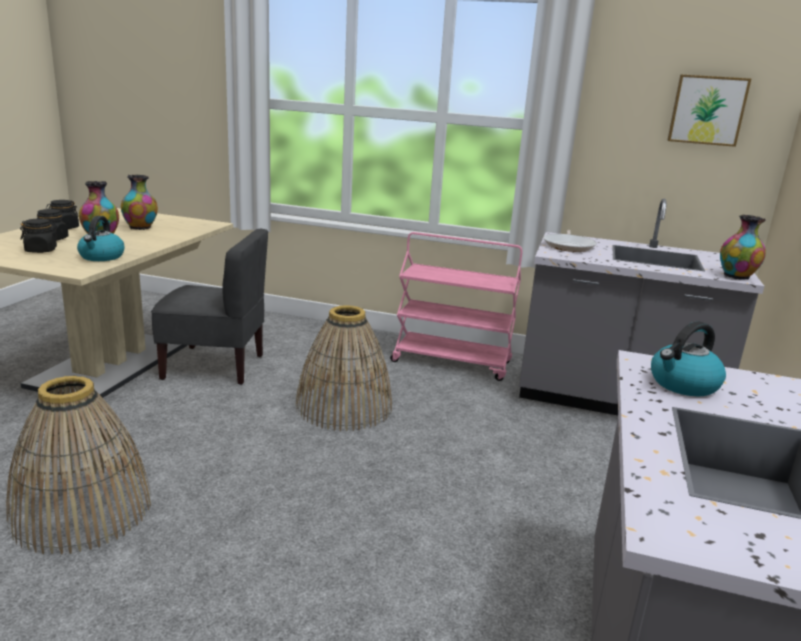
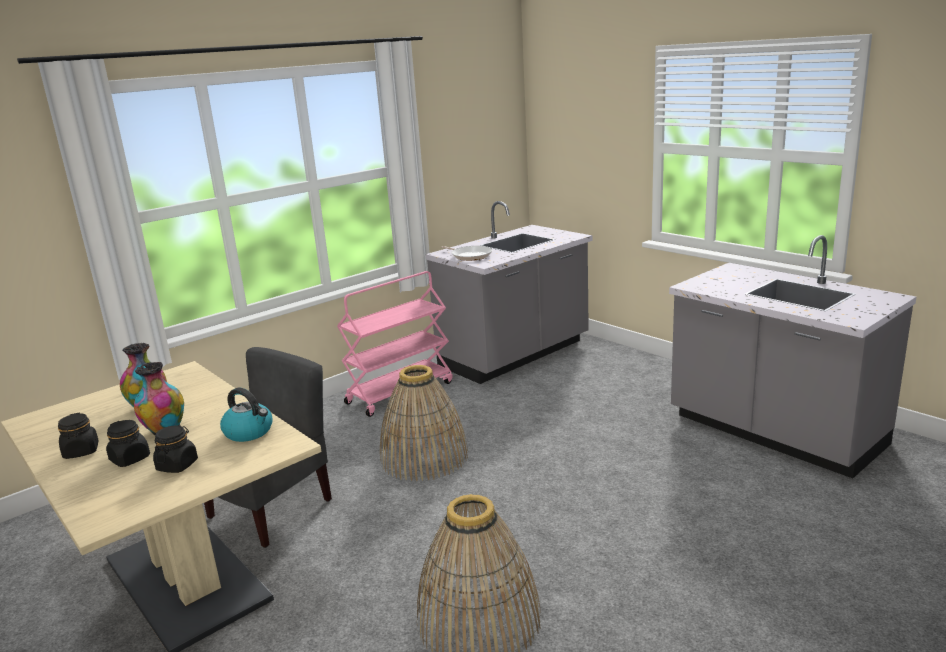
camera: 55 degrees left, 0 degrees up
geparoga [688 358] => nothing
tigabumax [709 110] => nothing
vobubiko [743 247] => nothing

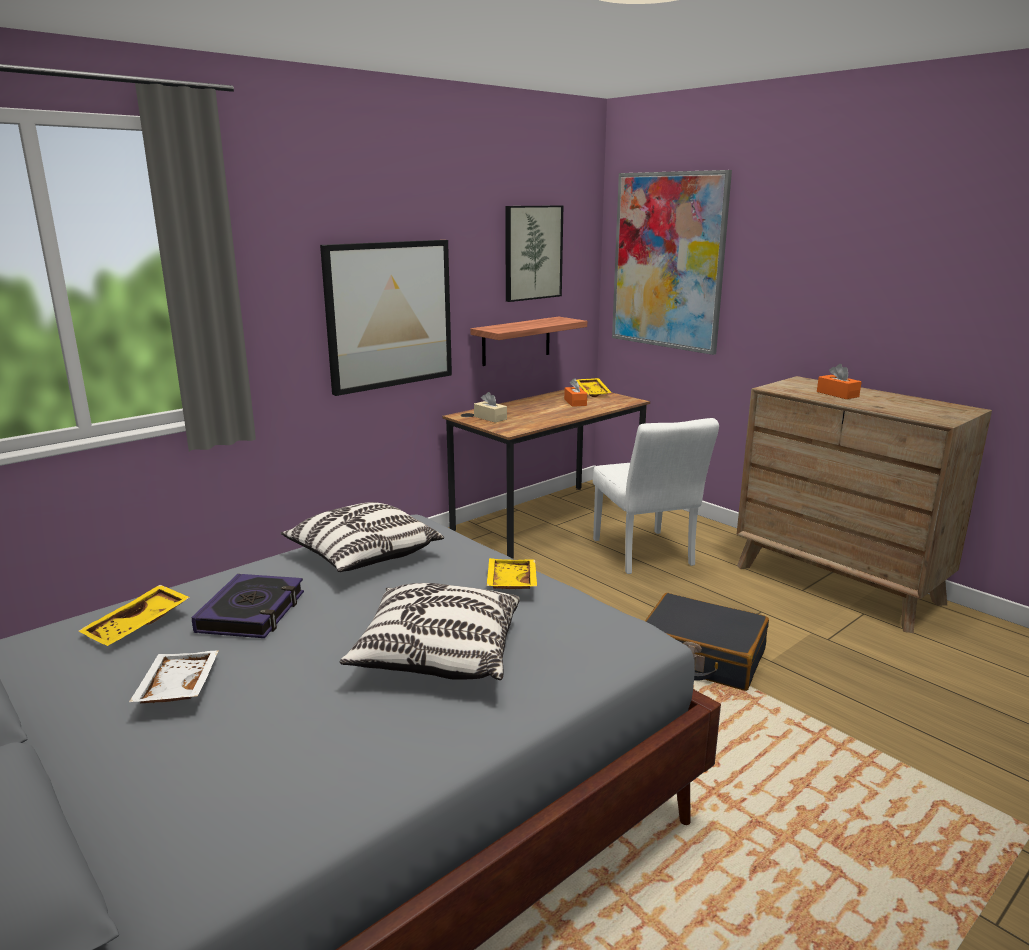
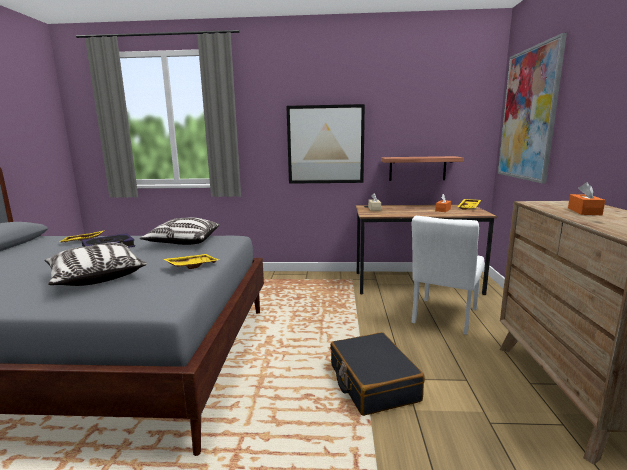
camera: 45 degrees right, 5 degrees down
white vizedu [174 676] => nothing
tigabumax [534 253] => nothing

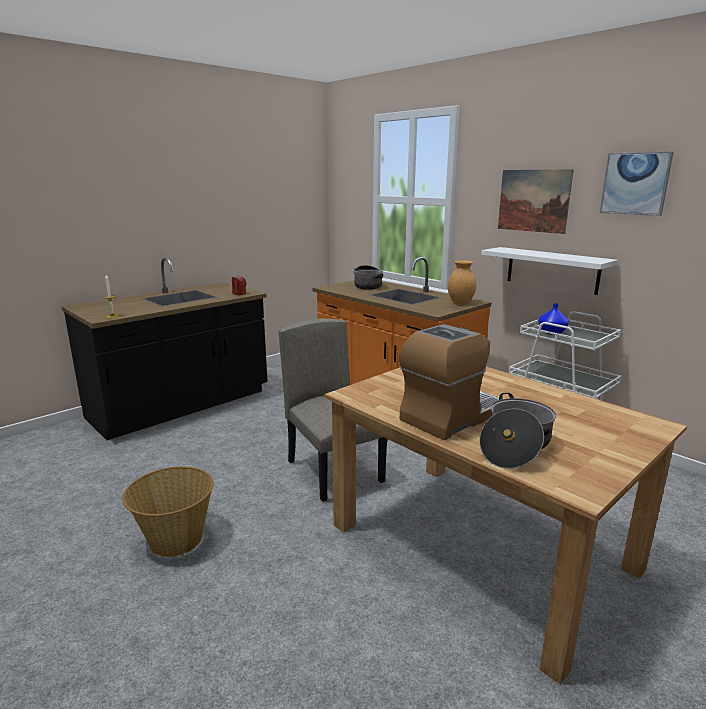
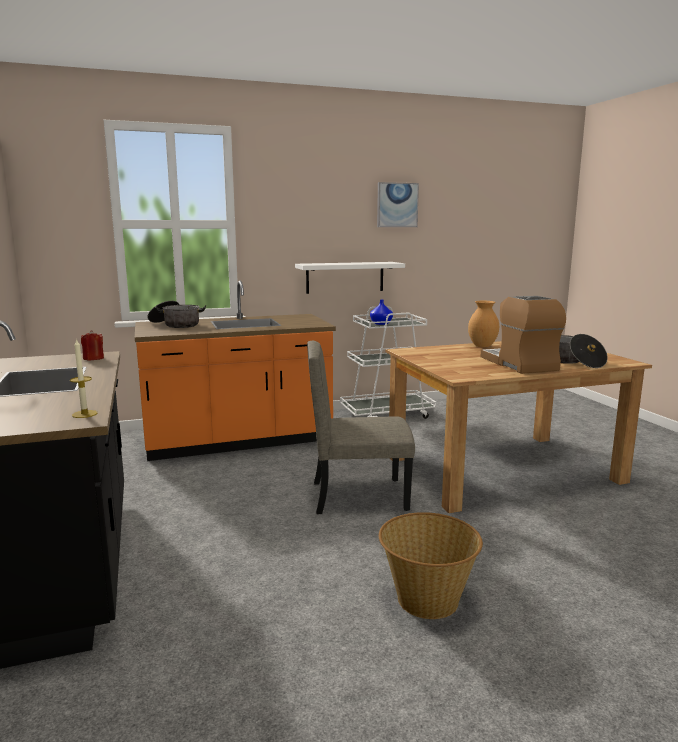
camera: 65 degrees left, 5 degrees down
brown vobubiko [462 282] => brown vobubiko [483 324], relocated
tigabumax [536 201] => nothing

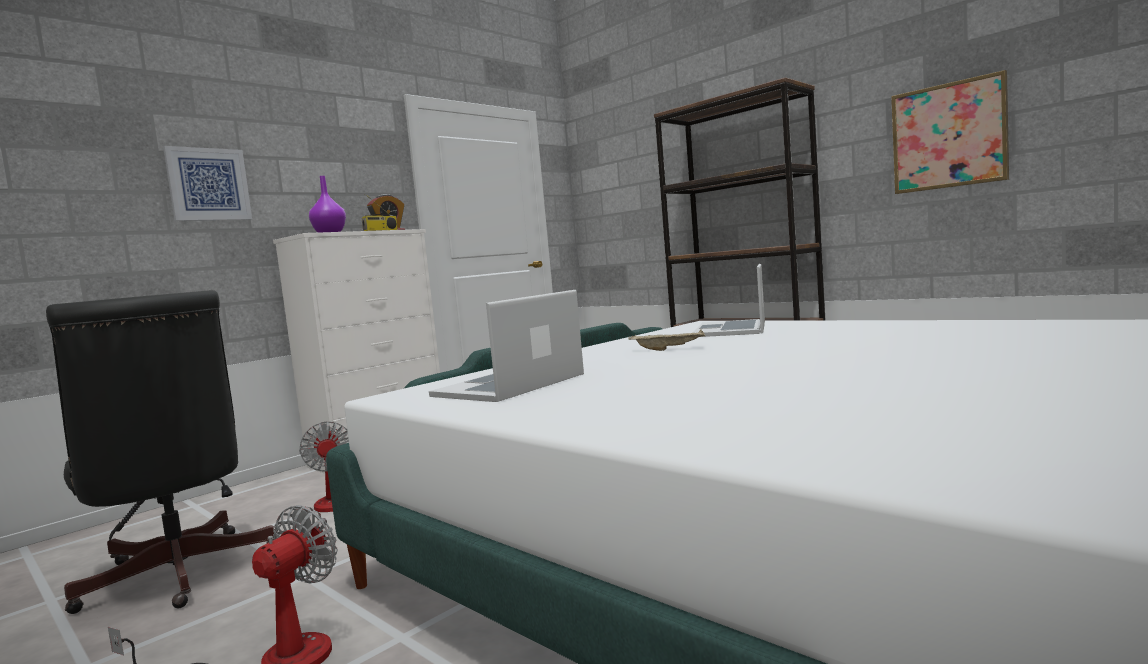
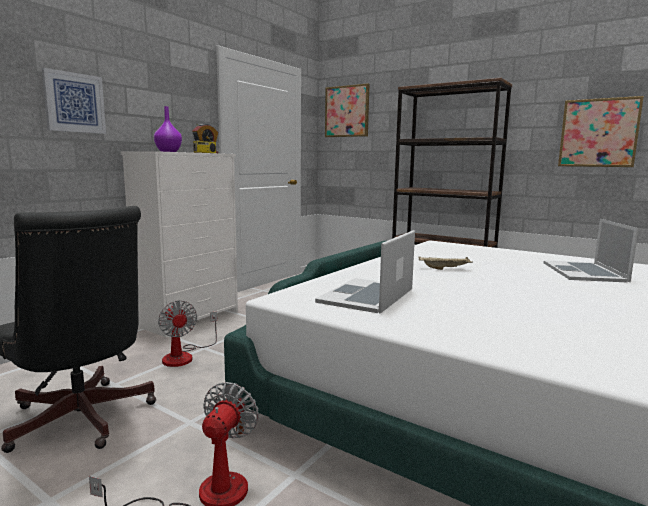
camera: 10 degrees left, 5 degrees up
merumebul [729 300] => merumebul [591 250], relocated
nothing => tigabumax [347 110]

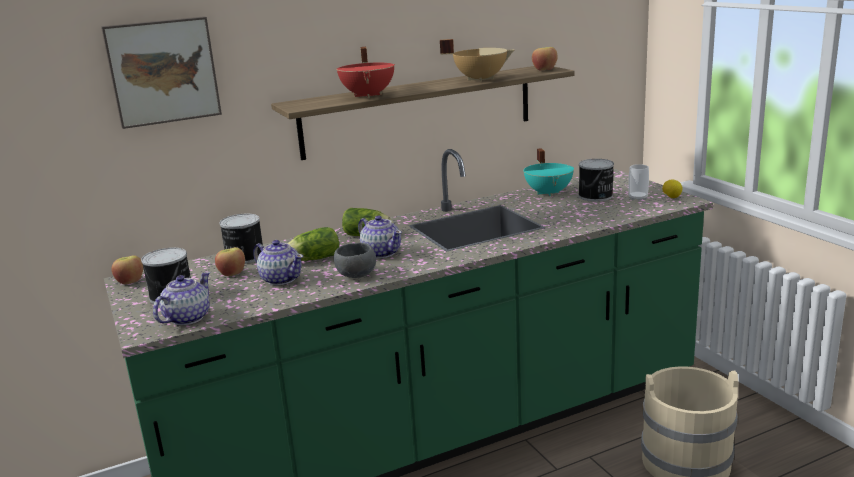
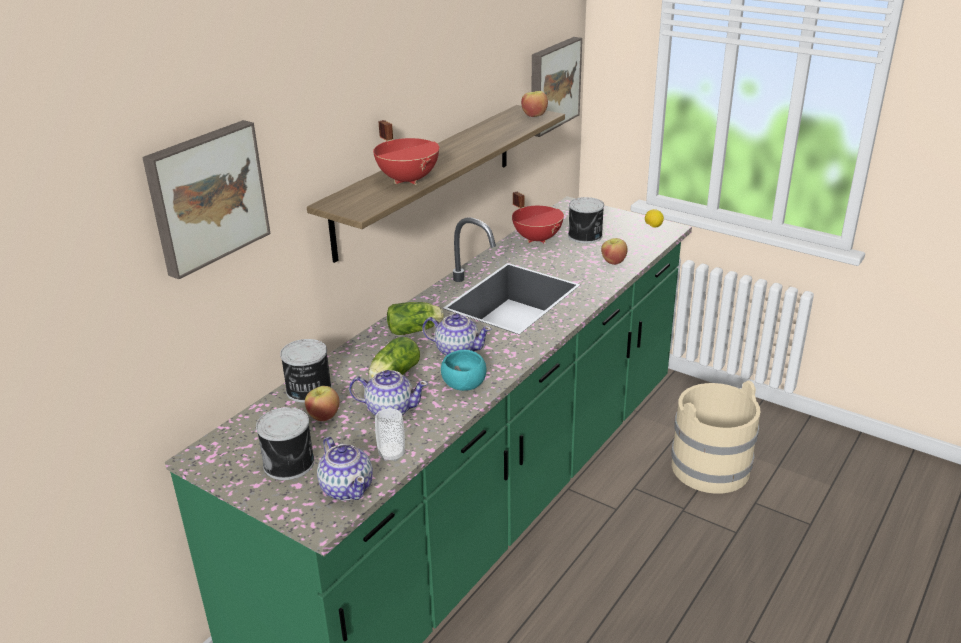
camera: 30 degrees left, 10 degrees up
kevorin [127 269] => kevorin [614 251], relocated
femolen [181 298] => femolen [345 469], 150 degrees clockwise
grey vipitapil [355 260] => turquoise vipitapil [464 370]
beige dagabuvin [477 60] => nothing
turquoise dagabuvin [549 172] => red dagabuvin [538 218]
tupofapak [639 182] => tupofapak [390 434], relocated
nothing => tigabumax [556 87]

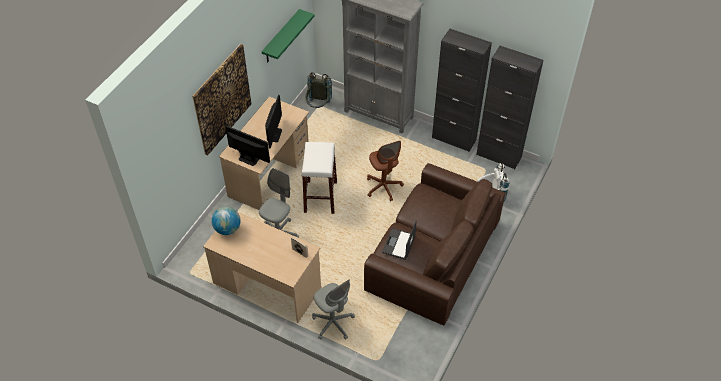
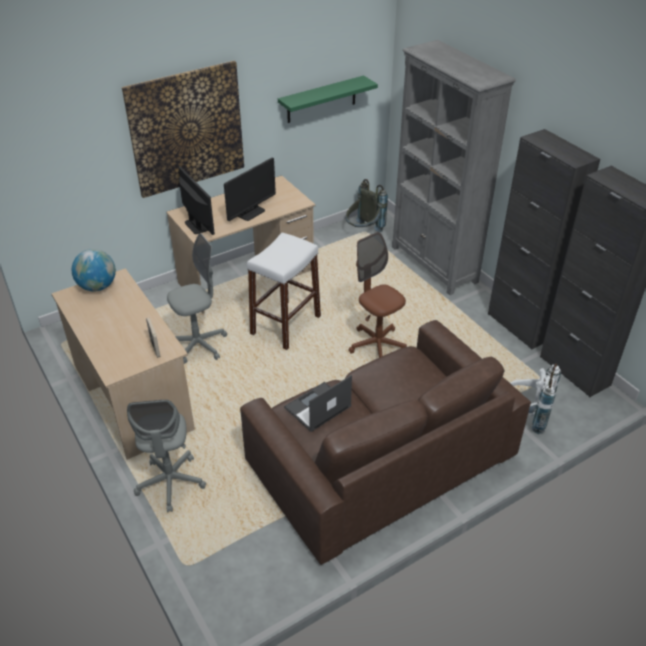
camera: 30 degrees right, 10 degrees down
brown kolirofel [385 171] => brown kolirofel [378 295], 135 degrees clockwise

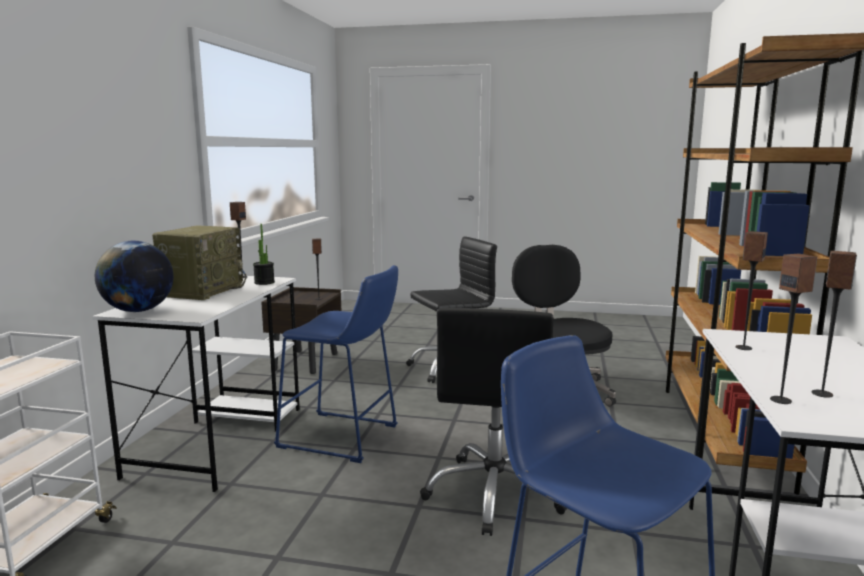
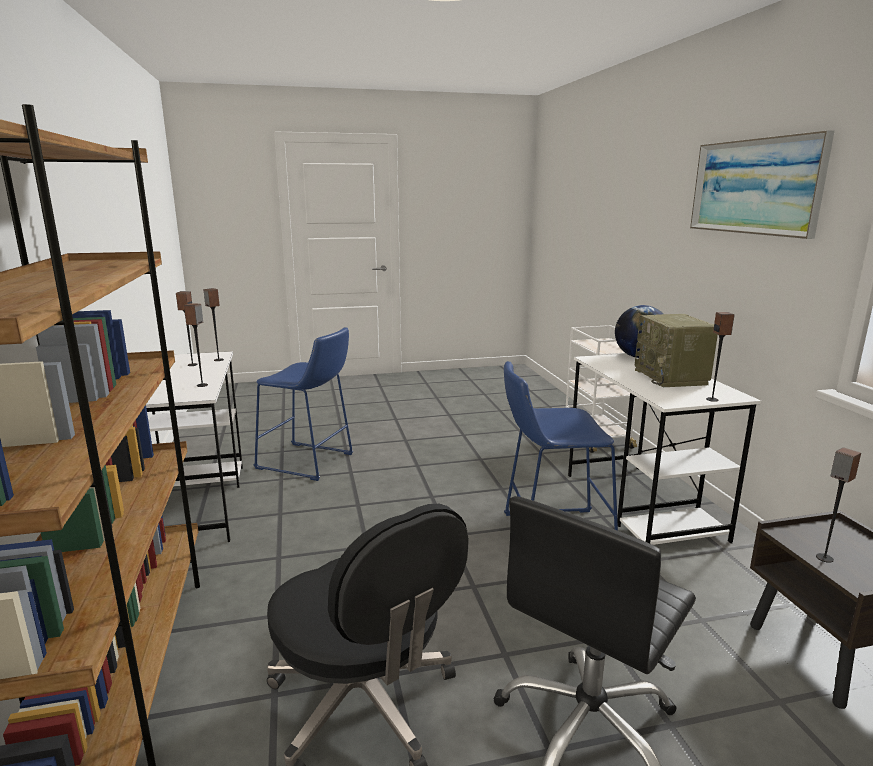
camera: 155 degrees right, 5 degrees up
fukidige [264 254] => nothing
black kolirofel [493 422] => nothing
nothing => tigabumax [762 184]

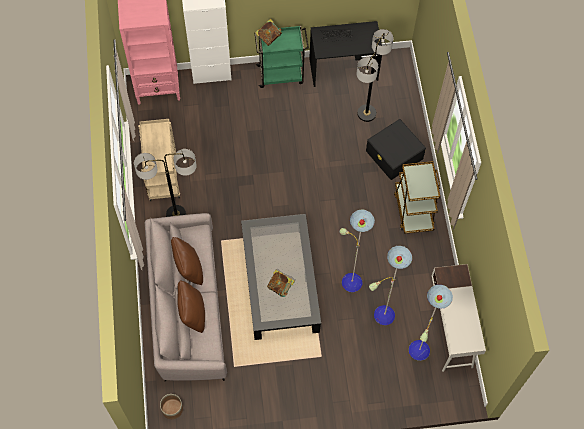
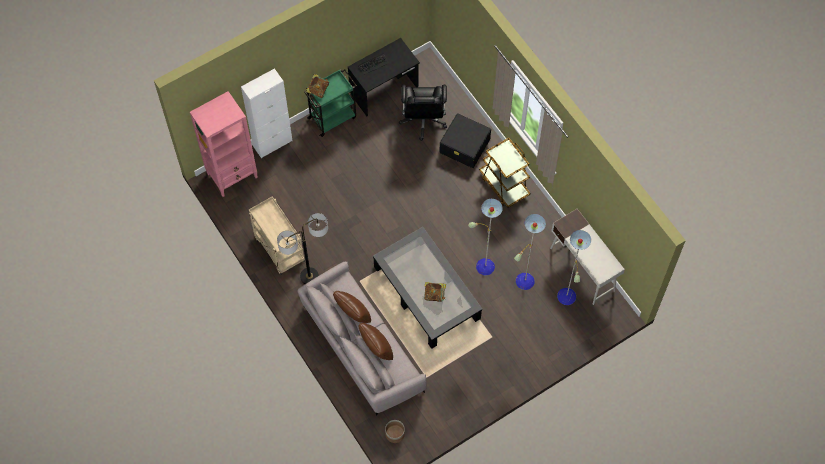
camera: 25 degrees left, 0 degrees up
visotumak [375 75] => black kolirofel [423 113]

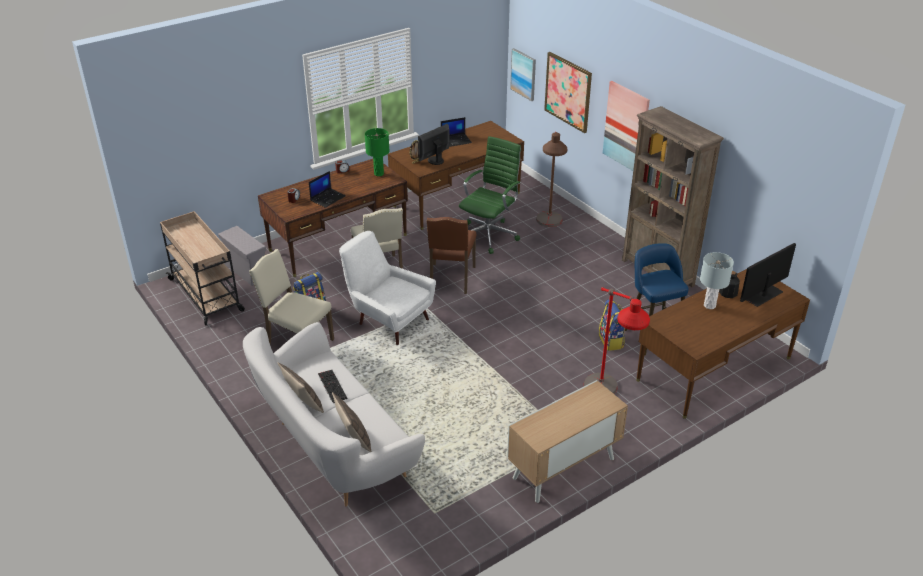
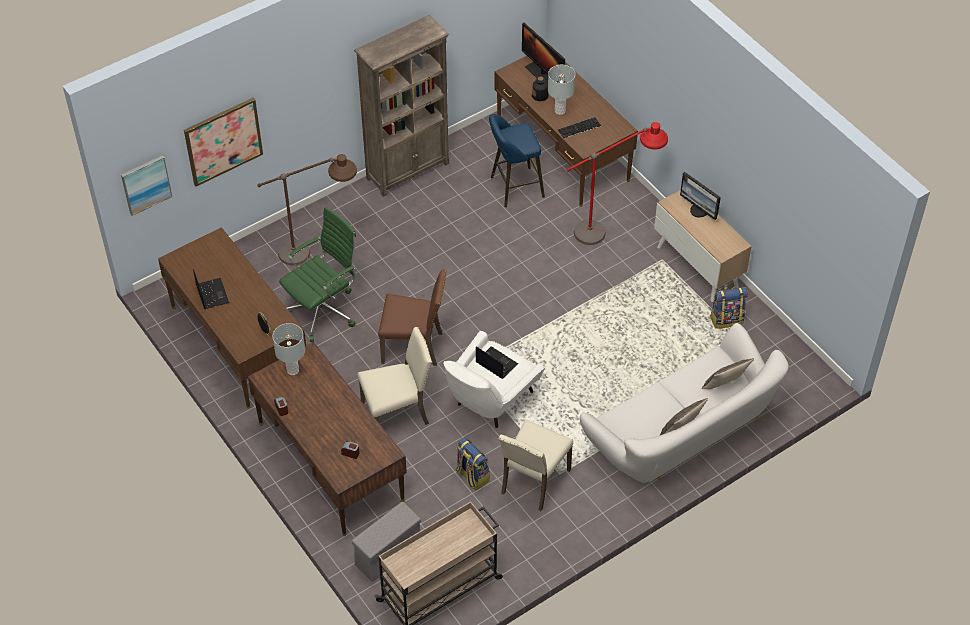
camera: 90 degrees left, 15 degrees up
merumebul [327 189] => merumebul [497 362], relocated
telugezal [333 386] => telugezal [579 128], relocated
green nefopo [377 152] => grey nefopo [289 349]
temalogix [434 144] => temalogix [700 196], relocated
green kolirofel [490 195] => green kolirofel [317 274], 105 degrees clockwise
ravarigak [612 325] => ravarigak [729 307], relocated
tigabumax [626 126] => nothing

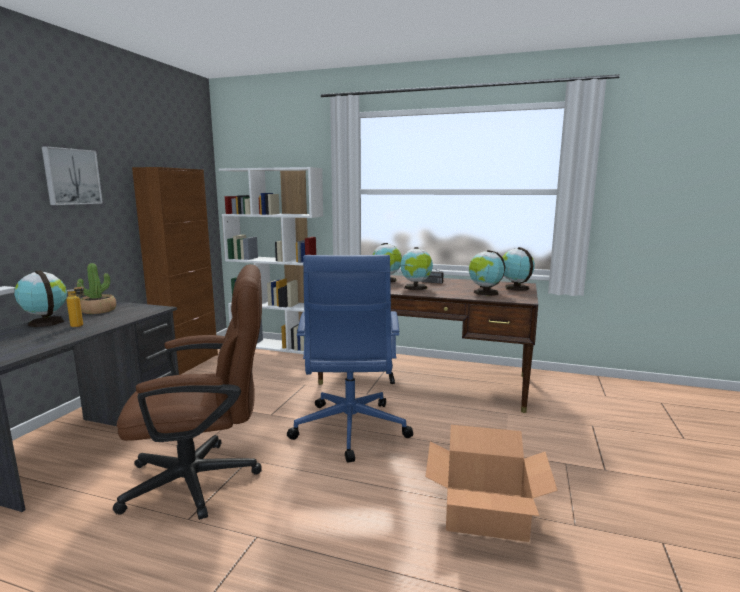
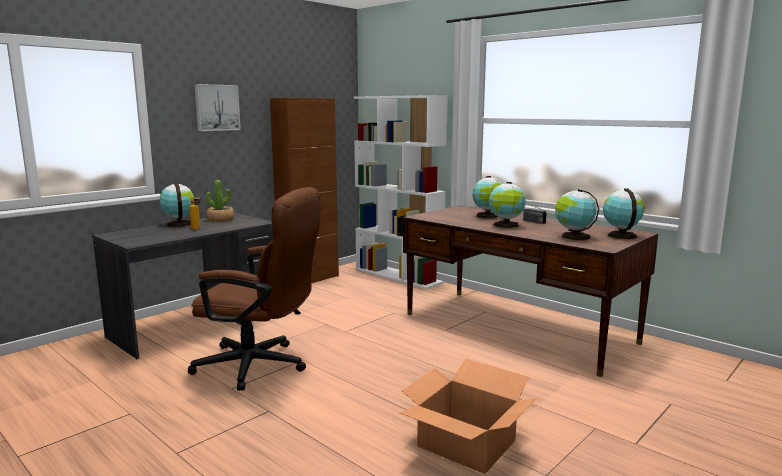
camera: 25 degrees right, 0 degrees up
blue kolirofel [350 359] => nothing

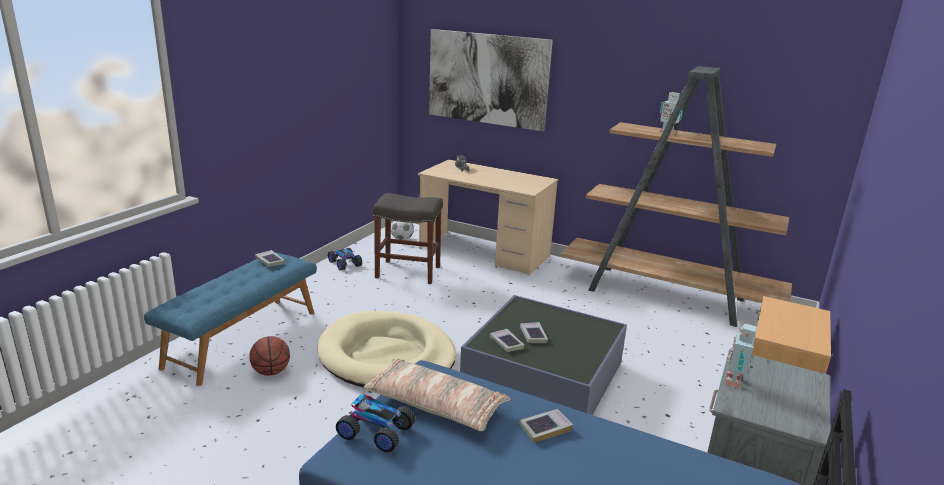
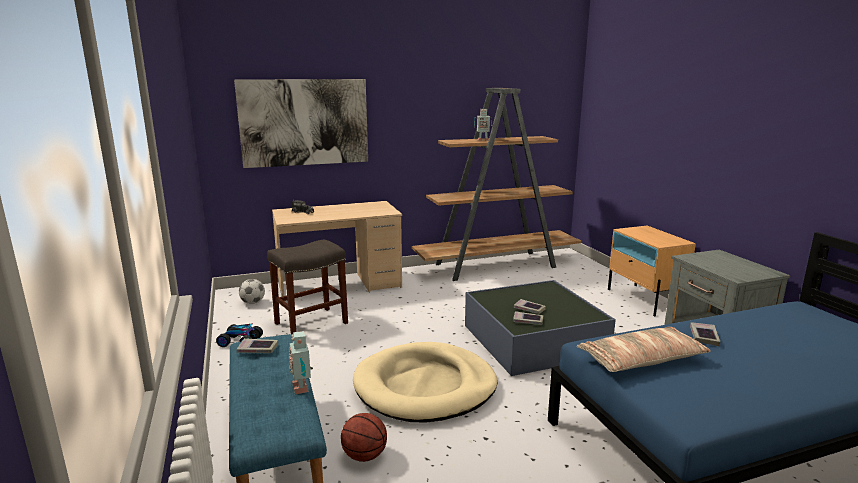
camera: 45 degrees left, 5 degrees down
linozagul [376 422] => nothing
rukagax [740 355] => rukagax [301 363], relocated

